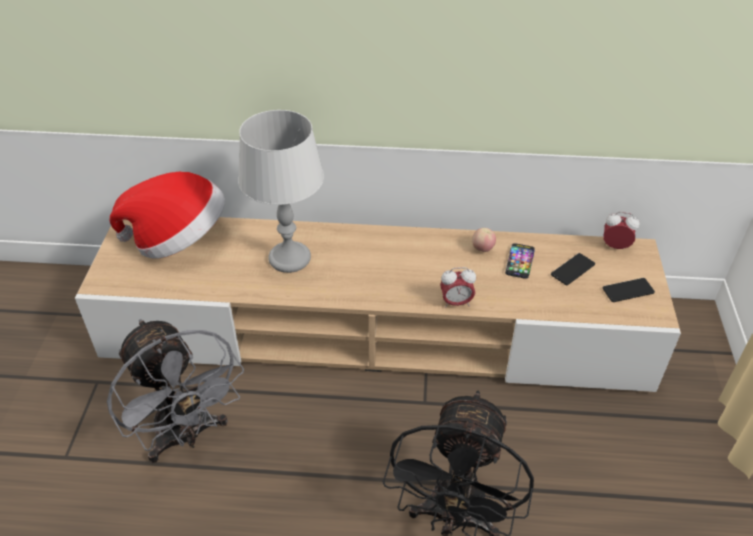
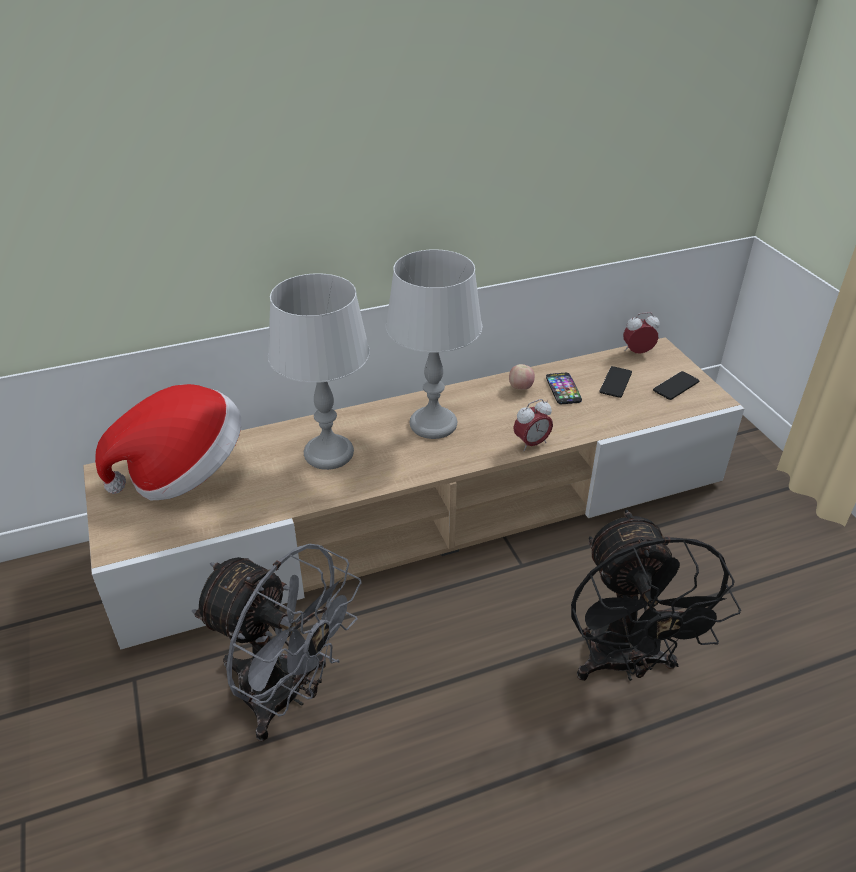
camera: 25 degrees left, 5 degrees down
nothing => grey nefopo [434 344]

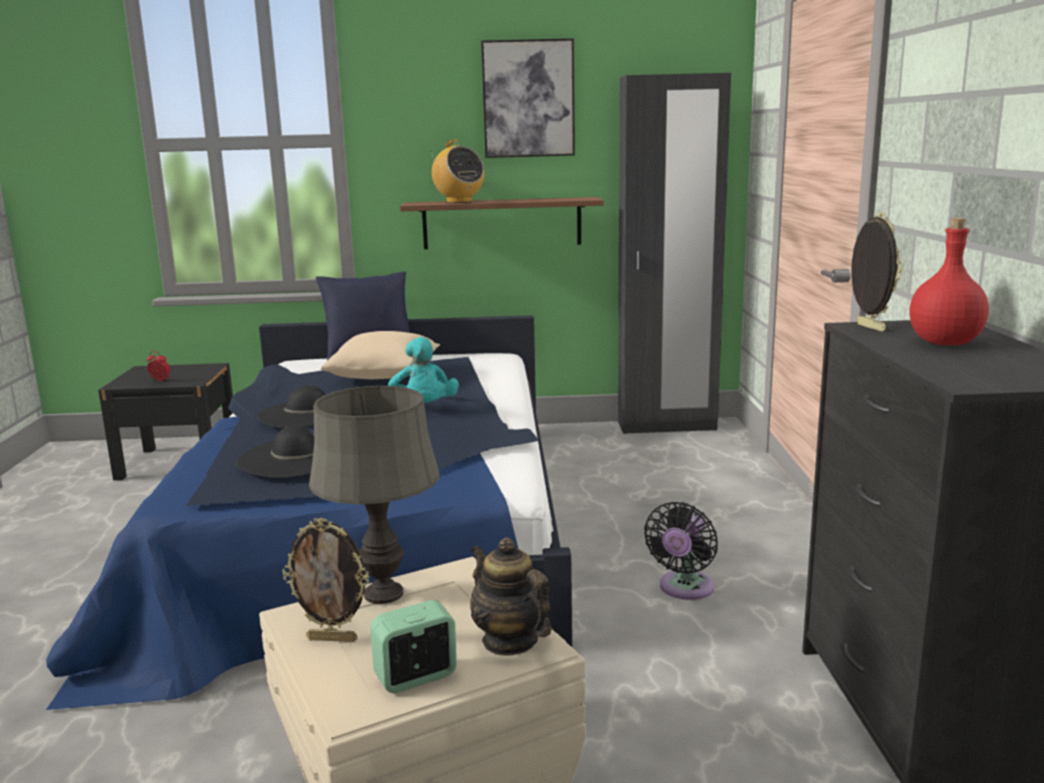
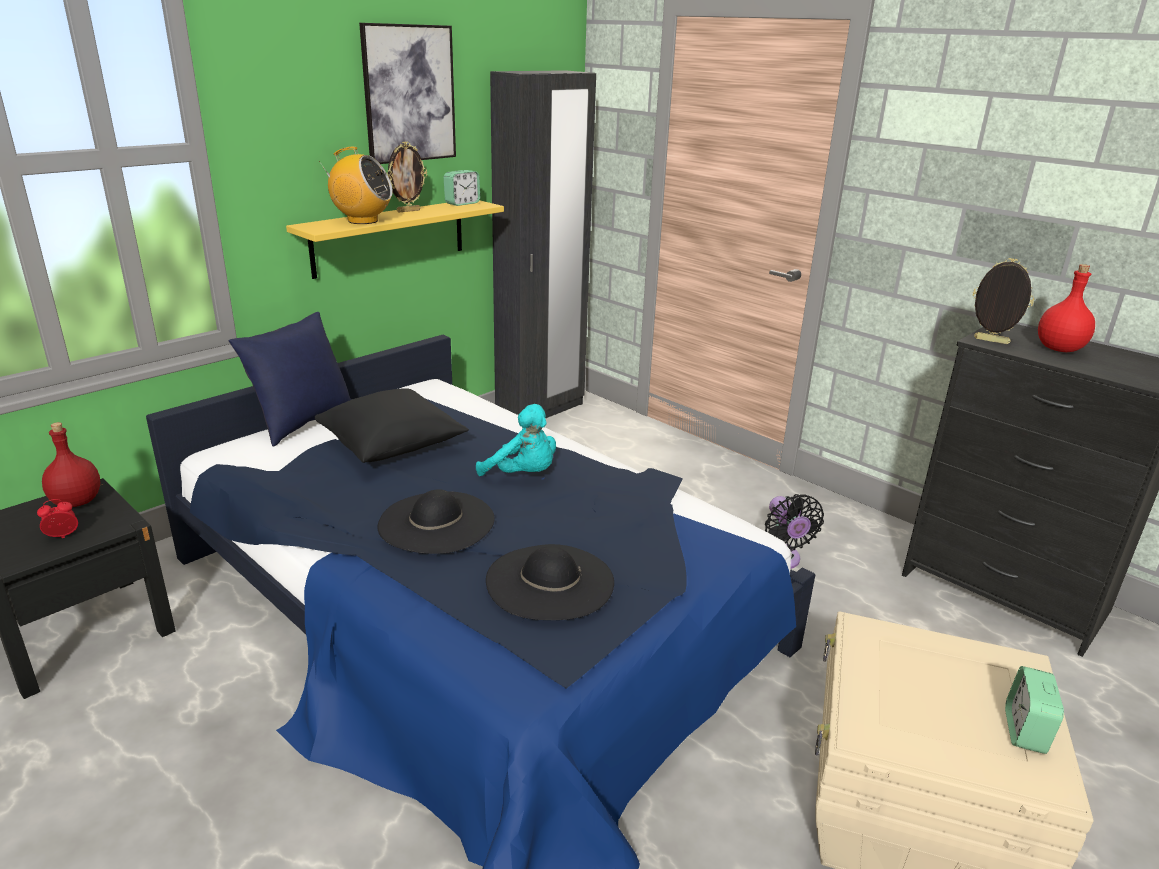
camera: 45 degrees left, 10 degrees up
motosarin [326 580] => motosarin [407 177], relocated
grey nefopo [374 495] => nothing
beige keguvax [380 355] => black keguvax [392 425]
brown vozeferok [502 223] => yellow vozeferok [395 240]
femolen [510 596] => nothing
nothing => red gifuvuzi [71 464]
nothing => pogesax [462 188]

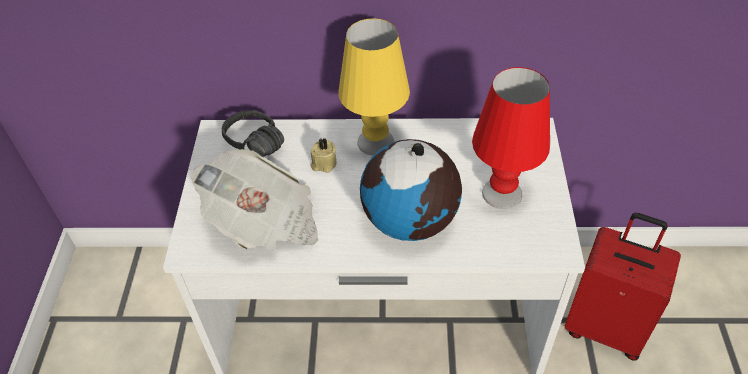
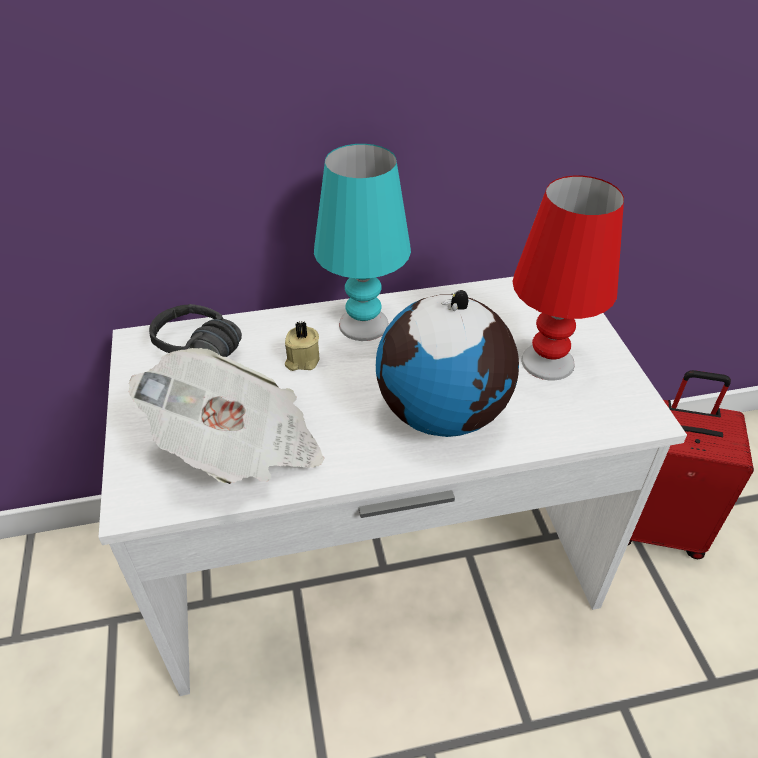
camera: 15 degrees left, 5 degrees down
yellow nefopo [374 87] => turquoise nefopo [362 242]

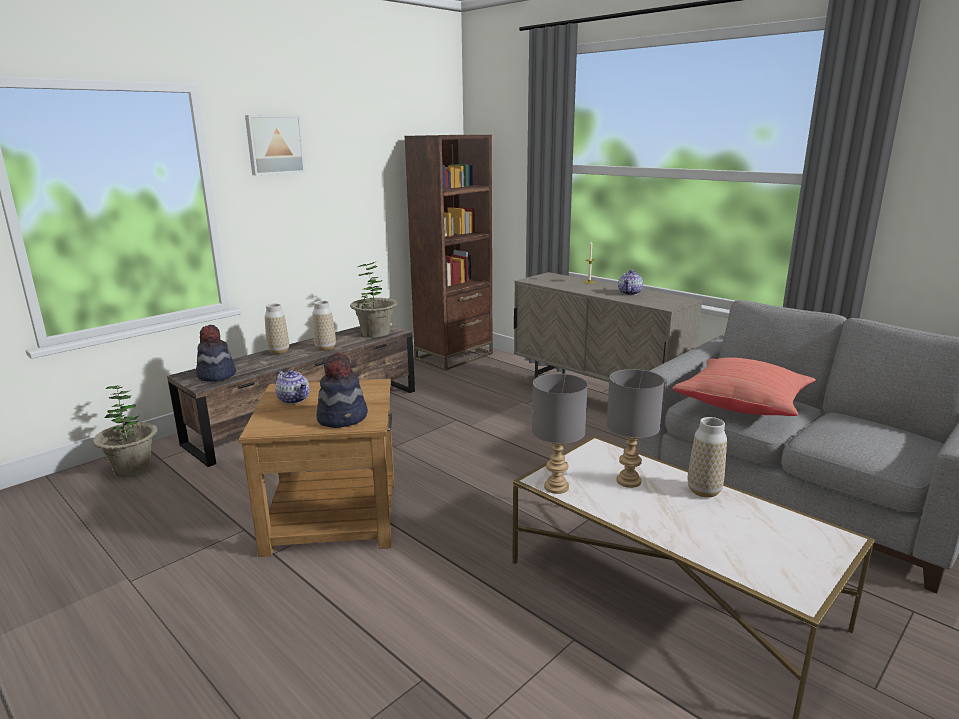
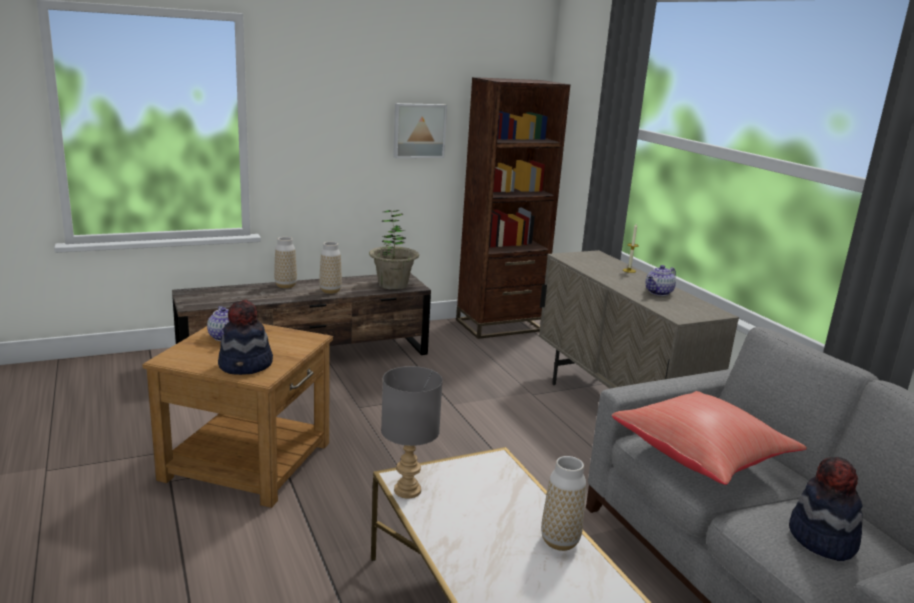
camera: 20 degrees right, 0 degrees up
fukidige [125 431] => nothing
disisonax [216 353] => disisonax [826 509], relocated
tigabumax [275 145] => tigabumax [420 130], relocated
grey nefopo [635 428] => nothing

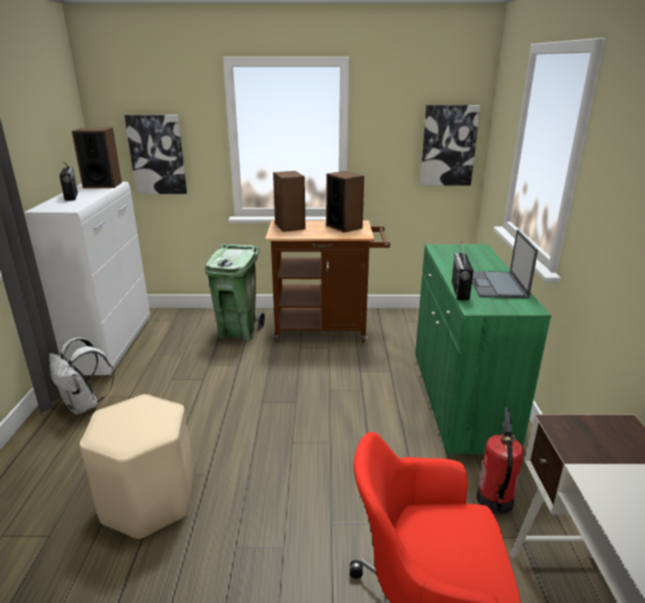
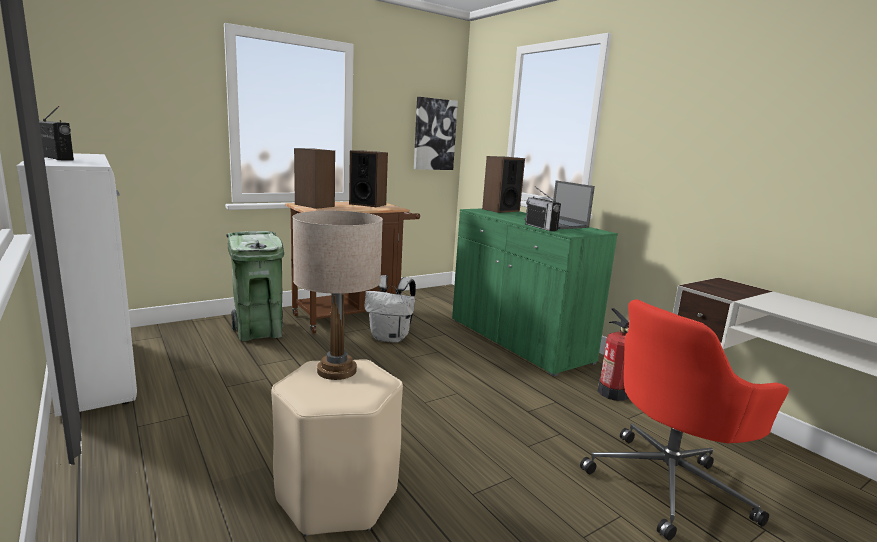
camera: 35 degrees left, 10 degrees down
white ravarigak [81 376] => white ravarigak [390 309], relocated
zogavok [97 158] => zogavok [503 184], relocated
tigabumax [155 154] => nothing
nothing => beige nefopo [337 295]

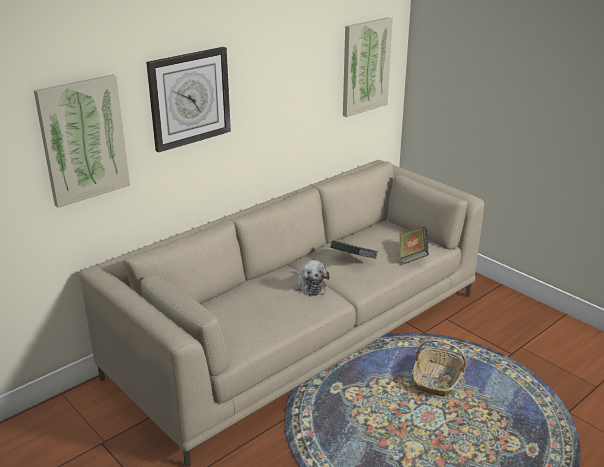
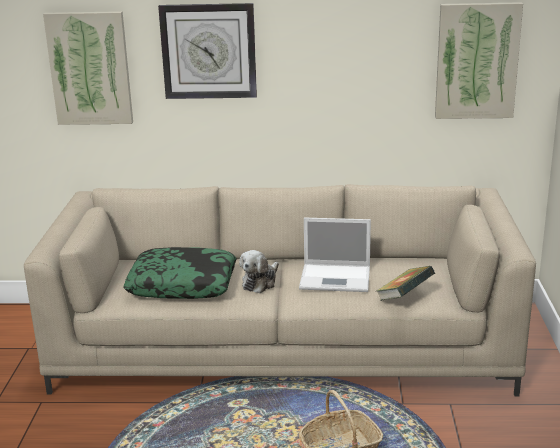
camera: 45 degrees right, 5 degrees down
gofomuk [354 249] => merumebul [335 255]
nothing => keguvax [180 273]

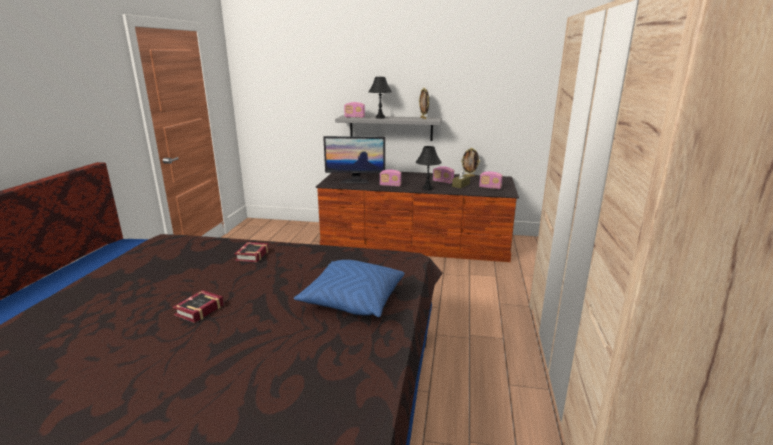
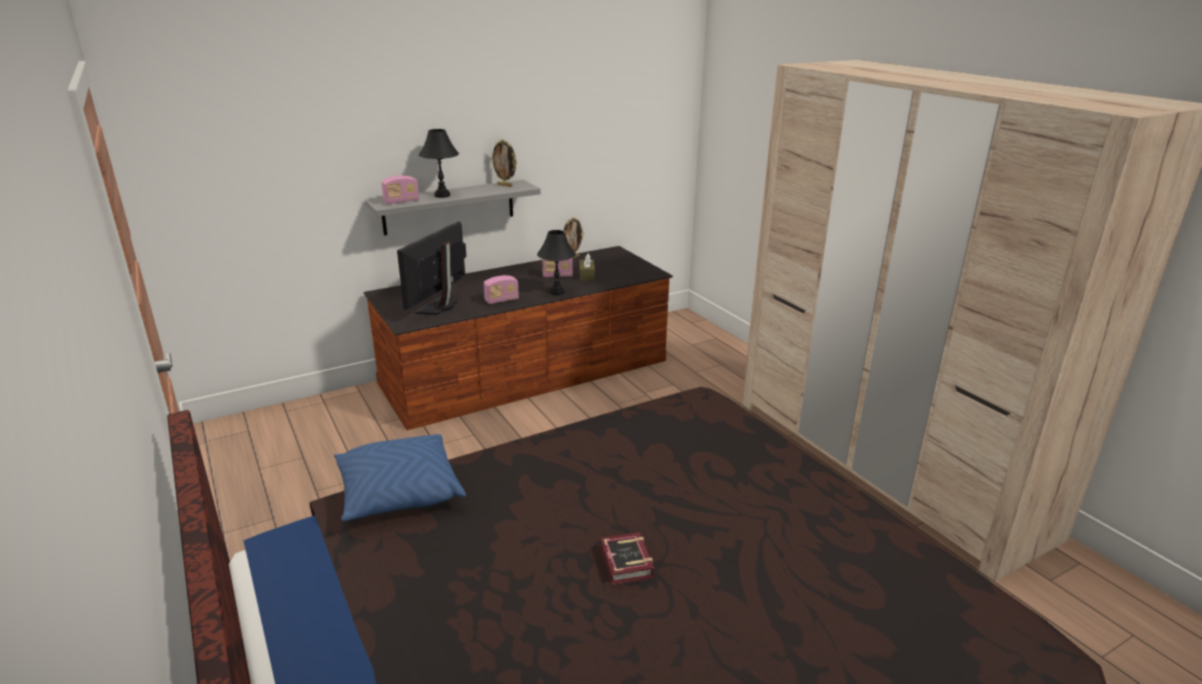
camera: 40 degrees left, 5 degrees up
gofomuk [251 252] => nothing
blue keguvax [349 288] => blue keguvax [400 477], relocated
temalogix [354 160] => temalogix [431 268], 150 degrees clockwise
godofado [491 180] => nothing

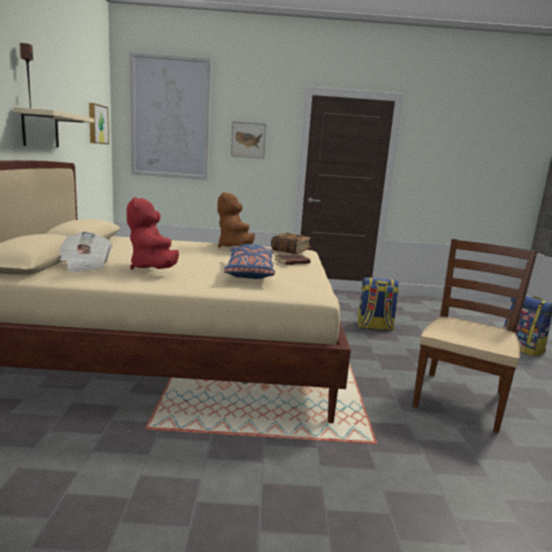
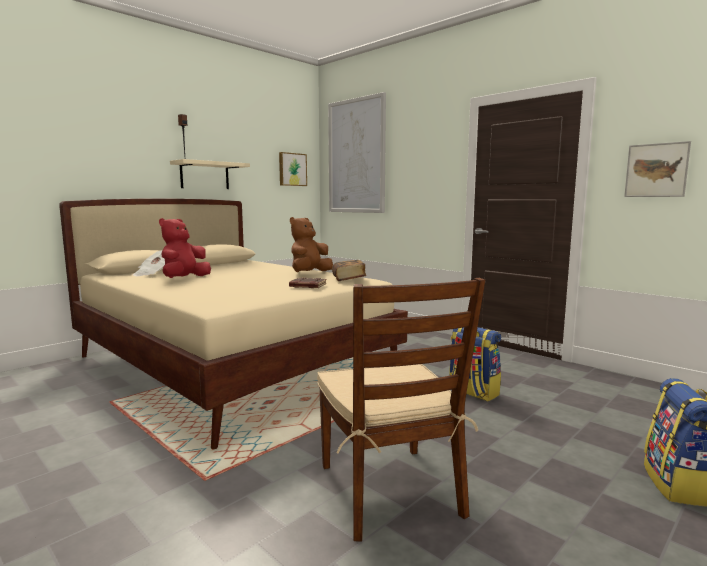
camera: 45 degrees right, 5 degrees down
blue keguvax [249 261] => nothing
tigabumax [248 140] => tigabumax [657 169], relocated
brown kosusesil [475 336] => brown kosusesil [401 410], 90 degrees clockwise

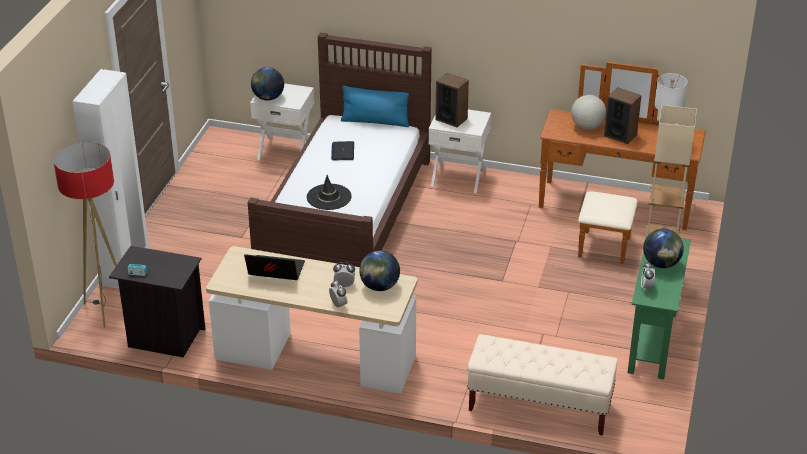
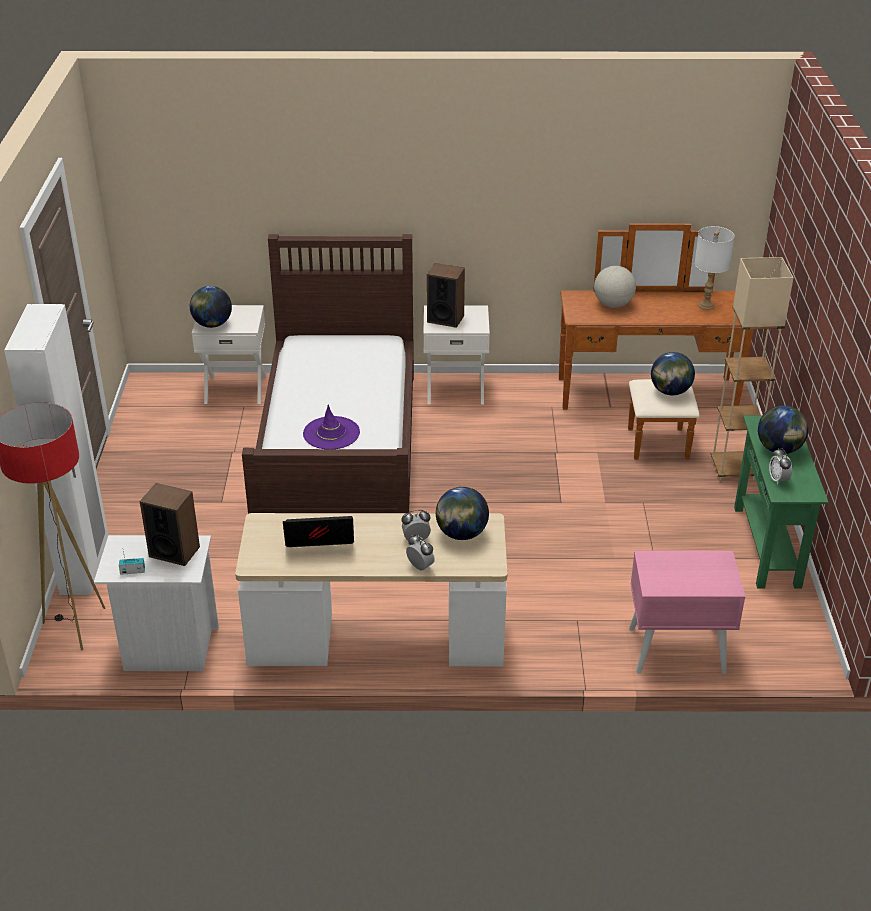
camera: 15 degrees left, 0 degrees up
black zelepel [157 301] => white zelepel [156 603]
black disisonax [329 192] => purple disisonax [331 427]
merumebul [342 150] => nothing
blue keguvax [375 106] => nothing
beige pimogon [542 385] => pink zelepel [687 612]
zogavok [623 115] => zogavok [170 524], relocated
nothing => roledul [673 373]

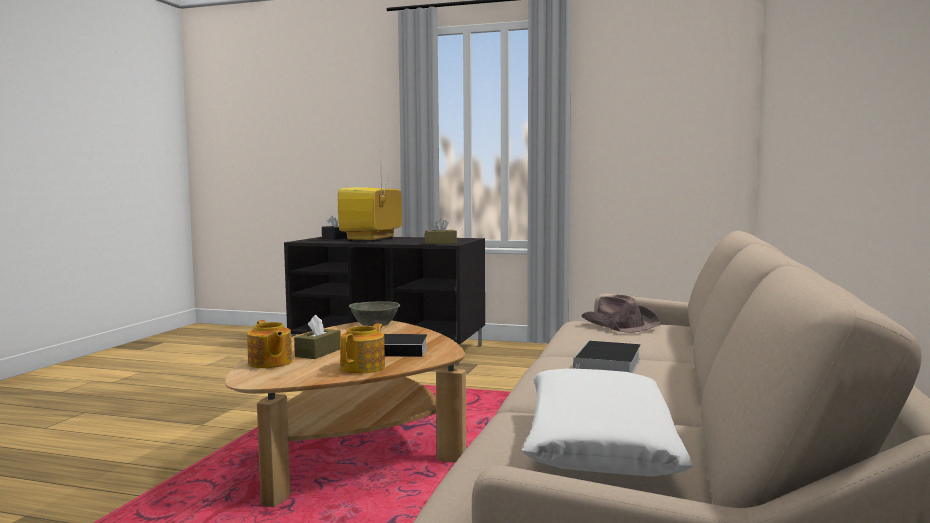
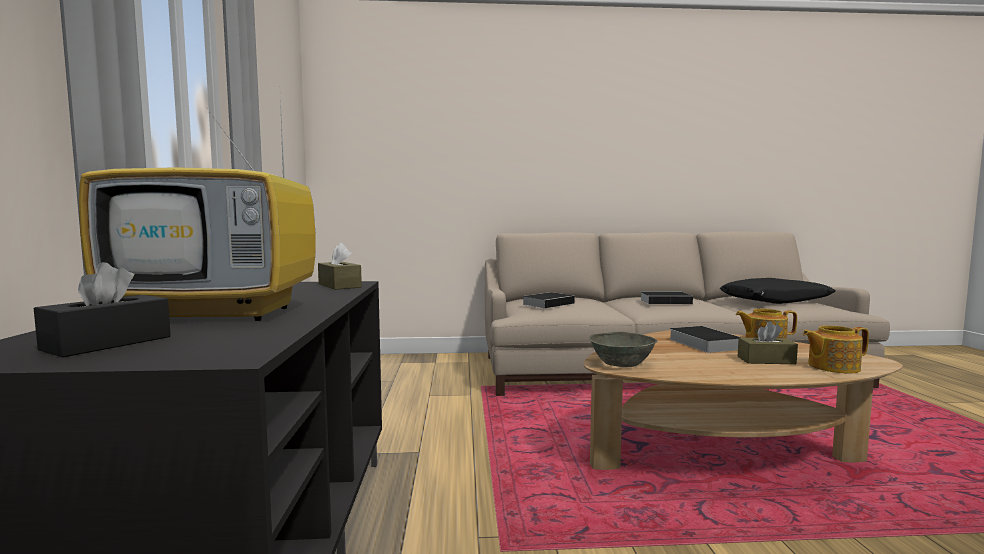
camera: 110 degrees left, 0 degrees up
femolen [269 344] => femolen [836 349], 135 degrees counterclockwise
white keguvax [607 422] => black keguvax [777 291]
brown disisonax [621 314] => gofomuk [548 300]

